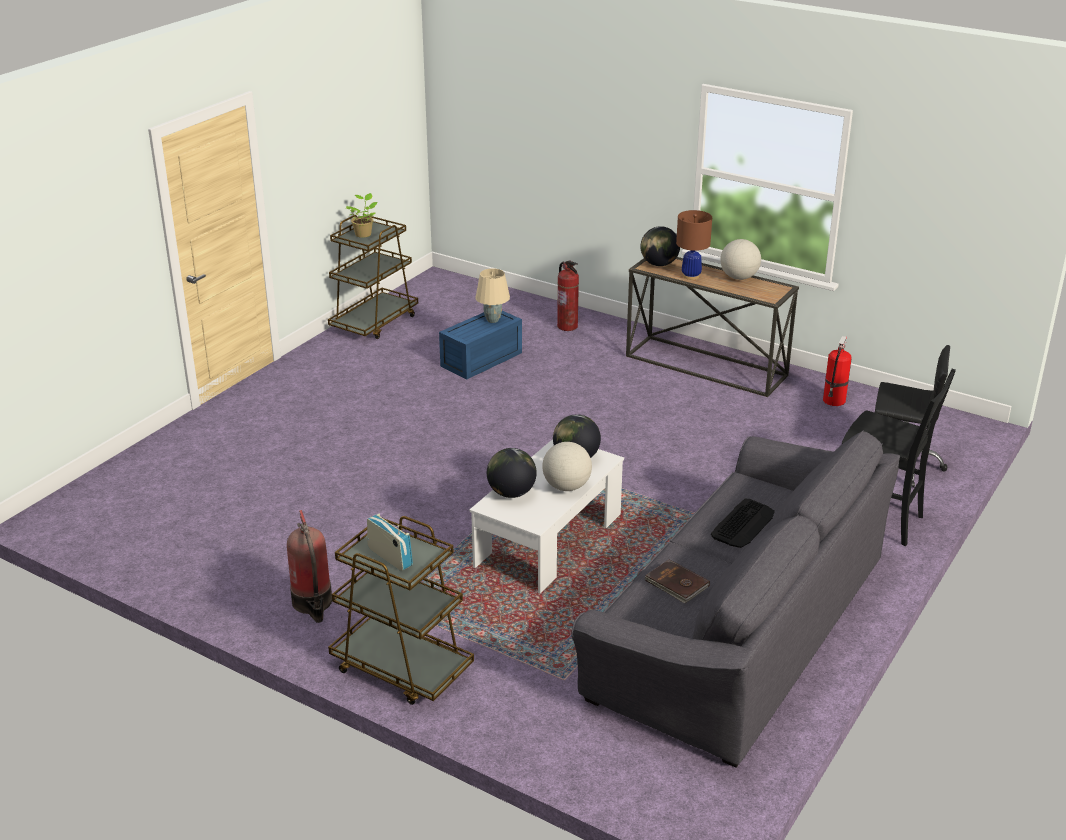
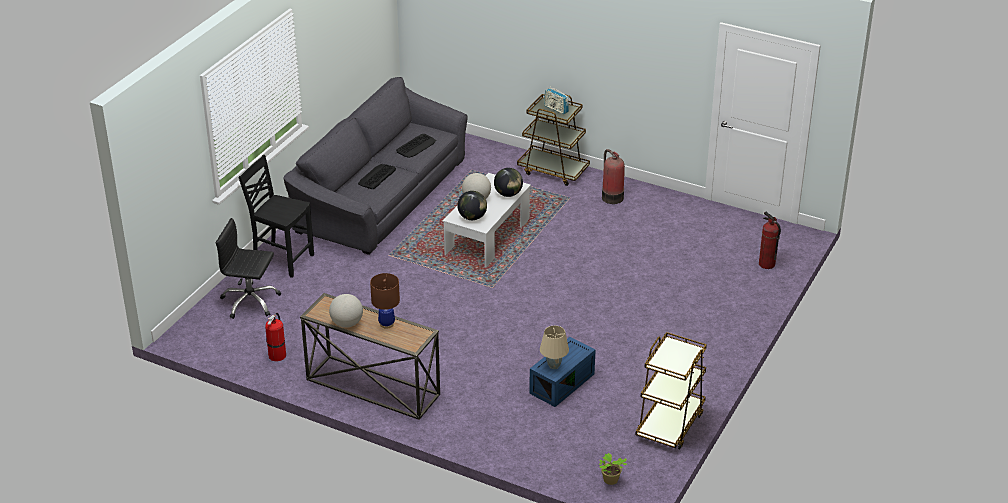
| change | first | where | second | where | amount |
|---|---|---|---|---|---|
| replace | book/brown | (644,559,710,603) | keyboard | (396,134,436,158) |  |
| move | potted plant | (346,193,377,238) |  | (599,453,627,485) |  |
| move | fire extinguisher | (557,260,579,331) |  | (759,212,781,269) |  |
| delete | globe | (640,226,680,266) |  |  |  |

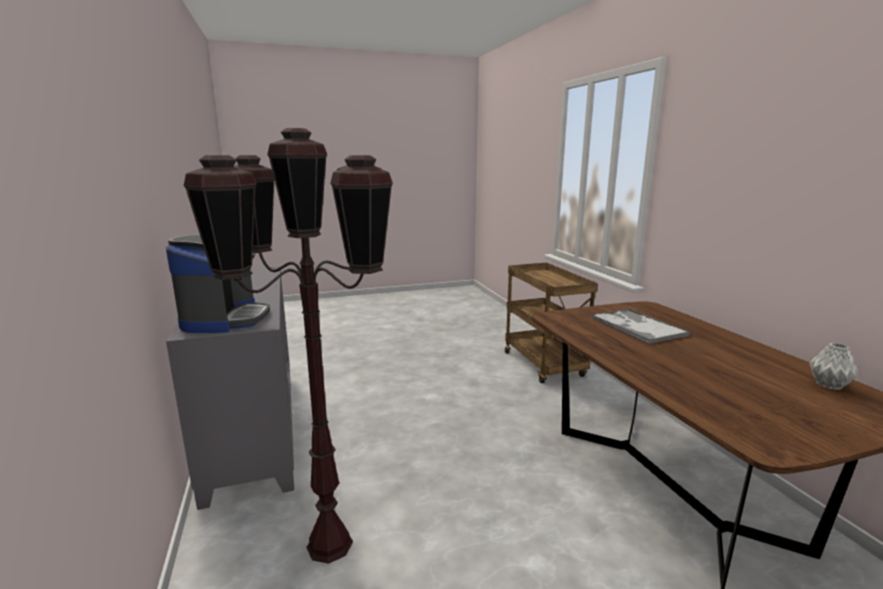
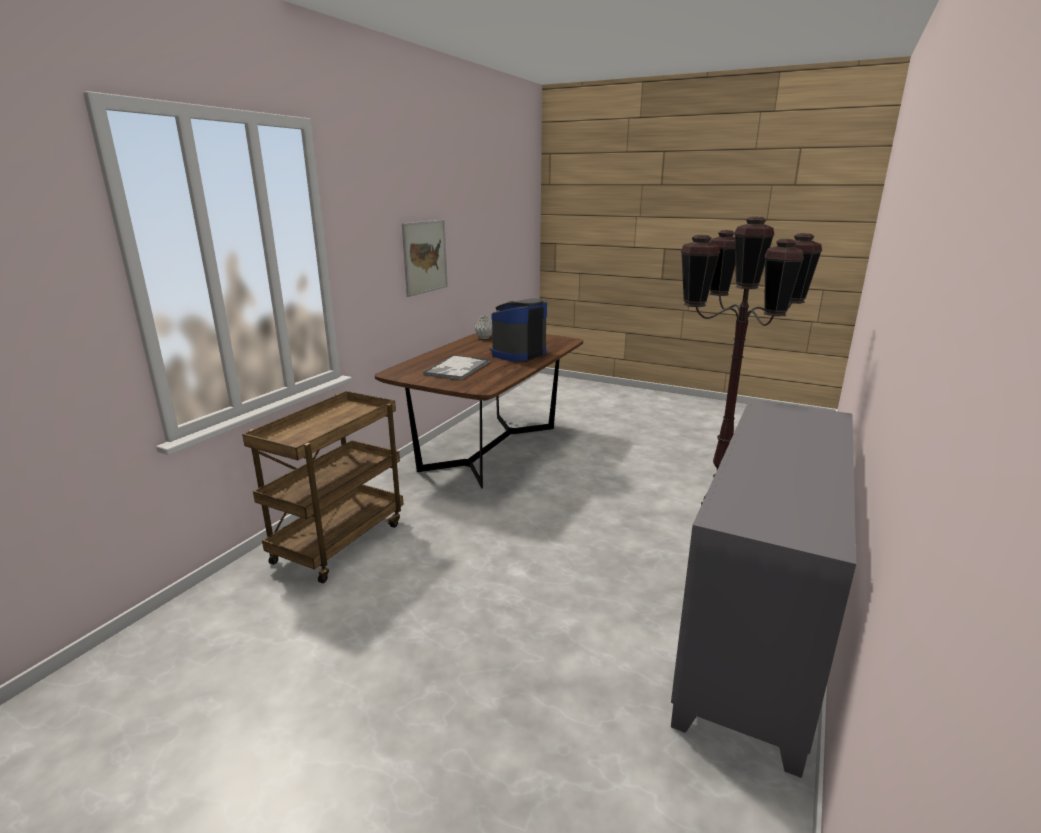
| change | first | where | second | where | amount |
|---|---|---|---|---|---|
| insert |  |  | picture | (402,220,448,297) |  |
| move | coffee machine | (166,235,270,333) |  | (490,299,547,362) |  |

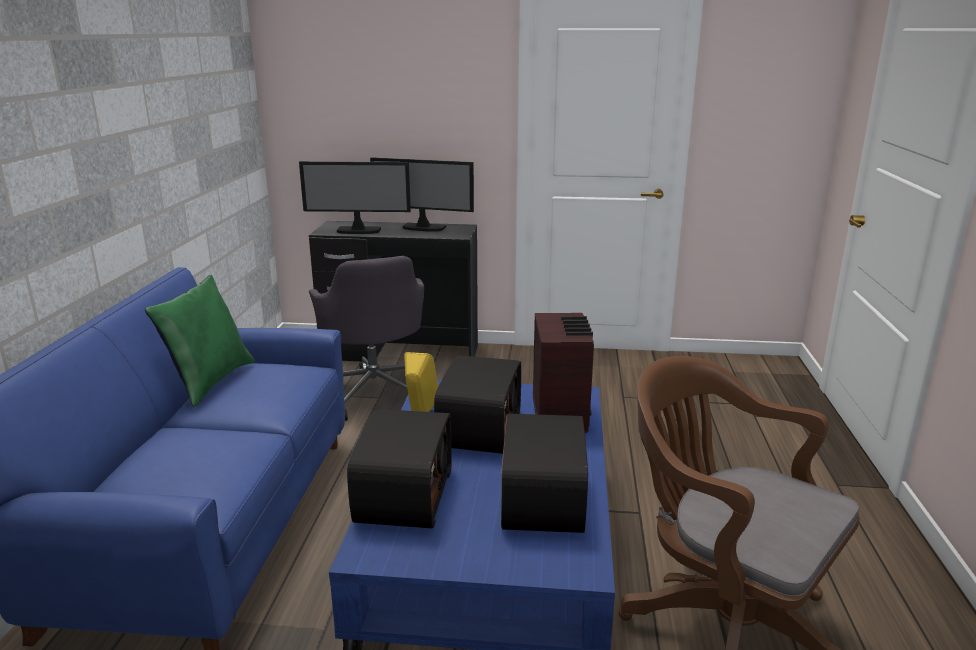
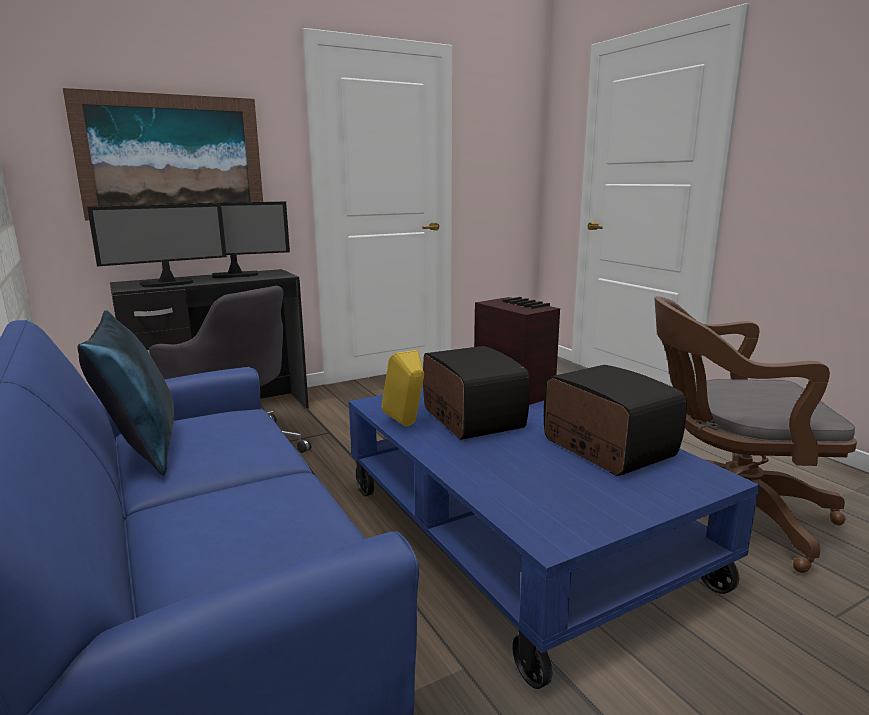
| change | first | where | second | where | amount |
|---|---|---|---|---|---|
| insert |  |  | picture | (63,88,263,220) |  |
| recolor | pillow/green | (145,275,255,407) | pillow/blue | (78,310,175,476) |  |
| delete | radio | (347,409,452,529) |  |  |  |

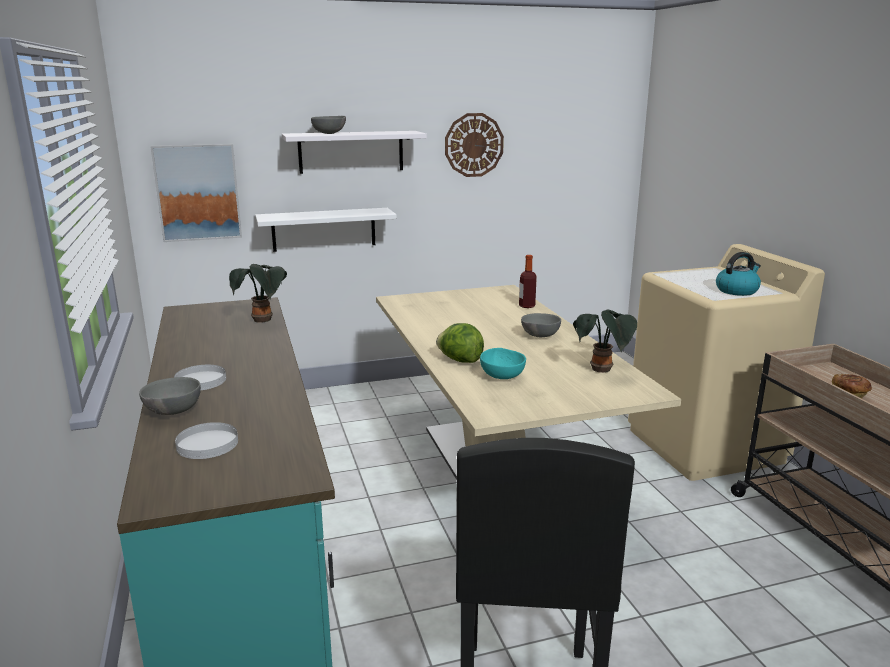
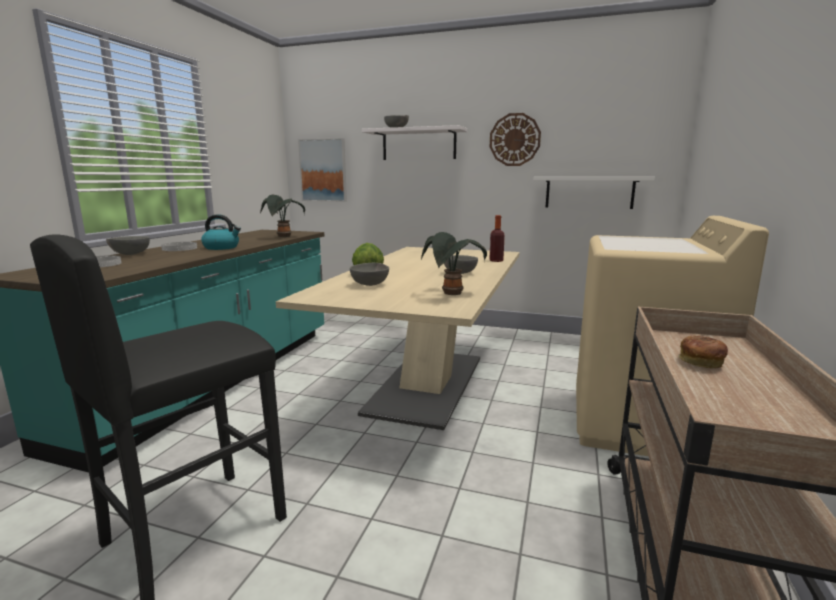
| change | first | where | second | where | amount |
|---|---|---|---|---|---|
| move | kettle | (716,252,761,296) |  | (201,214,241,250) |  |
| recolor | bowl/turquoise | (480,348,526,379) | bowl/grey | (350,263,389,286) |  |
| move | shelf/white | (255,208,397,252) |  | (533,177,655,209) |  |

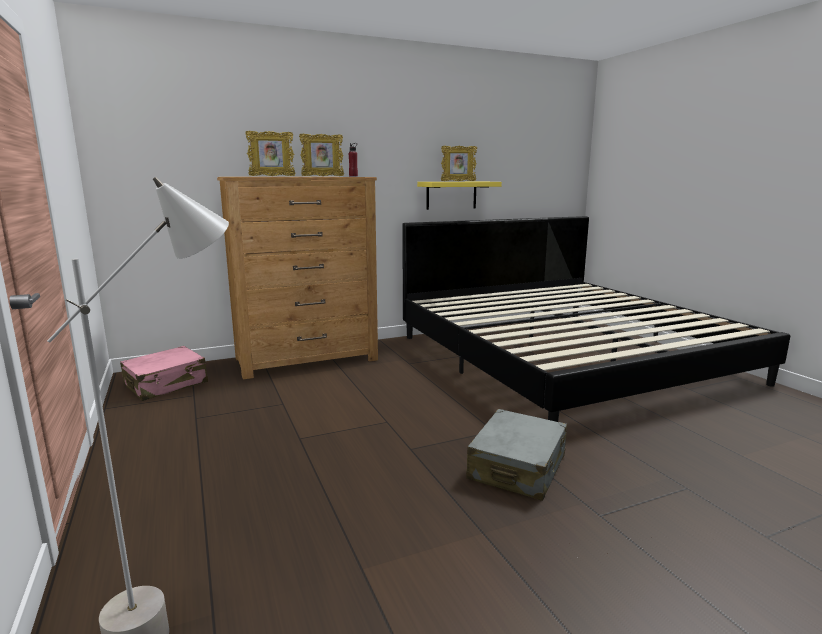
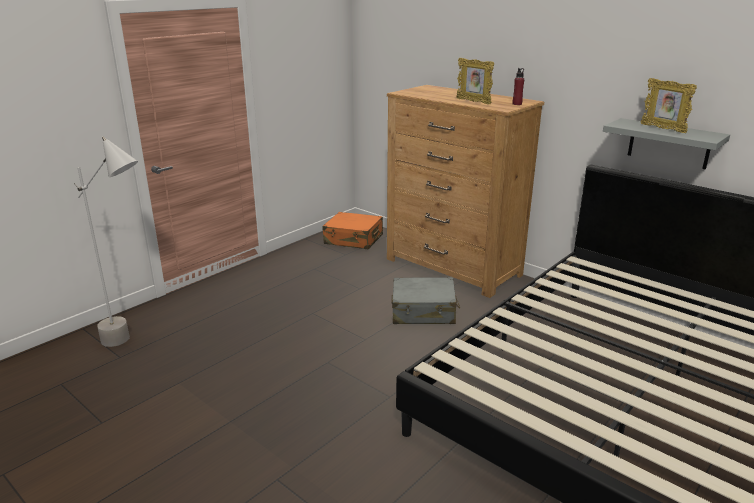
| change | first | where | second | where | amount |
|---|---|---|---|---|---|
| recolor | suitcase/pink | (120,346,208,401) | suitcase/orange | (322,212,383,249) |  |
| move | suitcase/grey | (466,409,567,501) |  | (391,277,460,324) |  |
| recolor | shelf/yellow | (417,182,502,210) | shelf/grey | (603,118,730,170) |  |
| delete | picture frame | (245,131,295,176) |  |  |  |

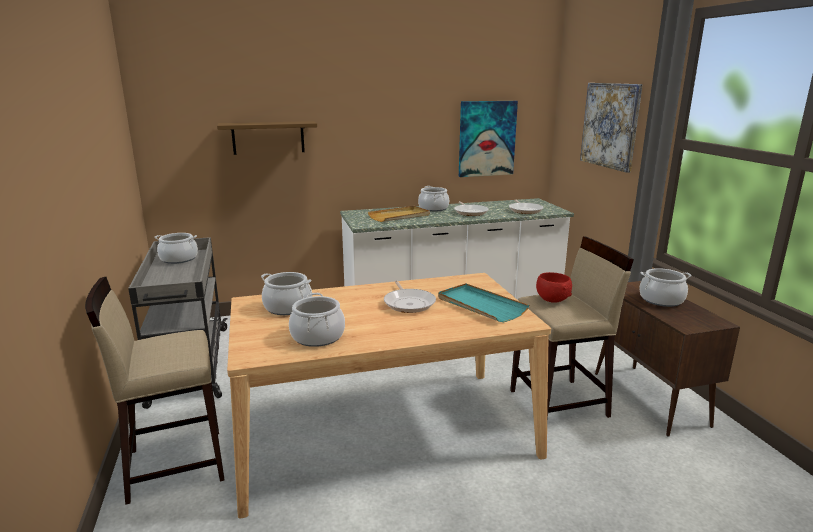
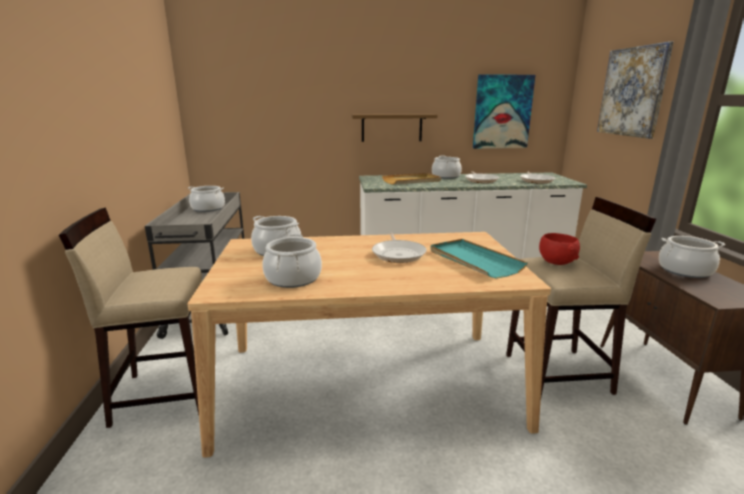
| change | first | where | second | where | amount |
|---|---|---|---|---|---|
| move | shelf | (217,121,317,155) |  | (351,114,438,142) |  |

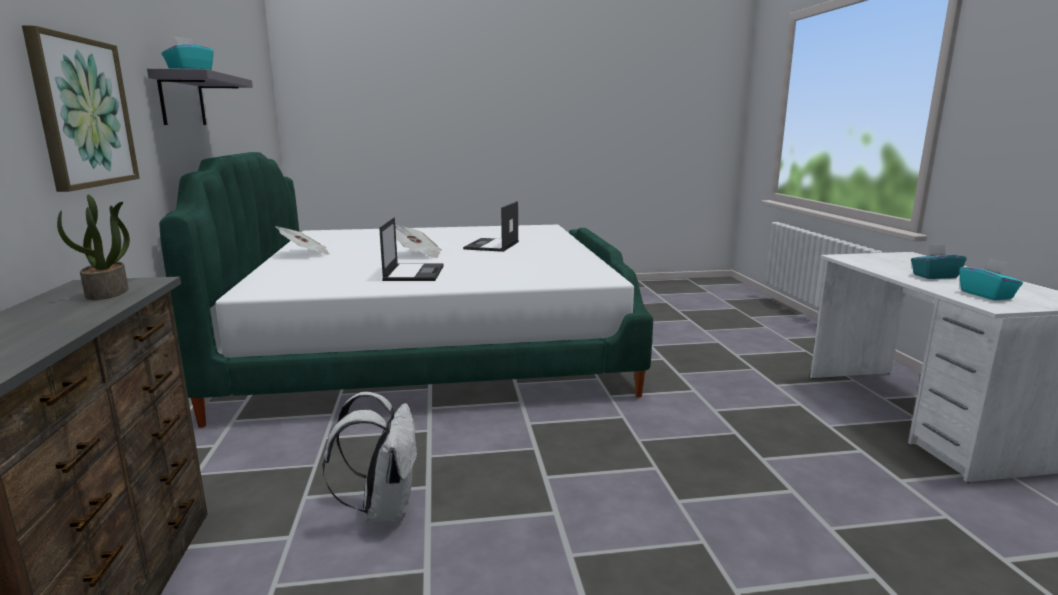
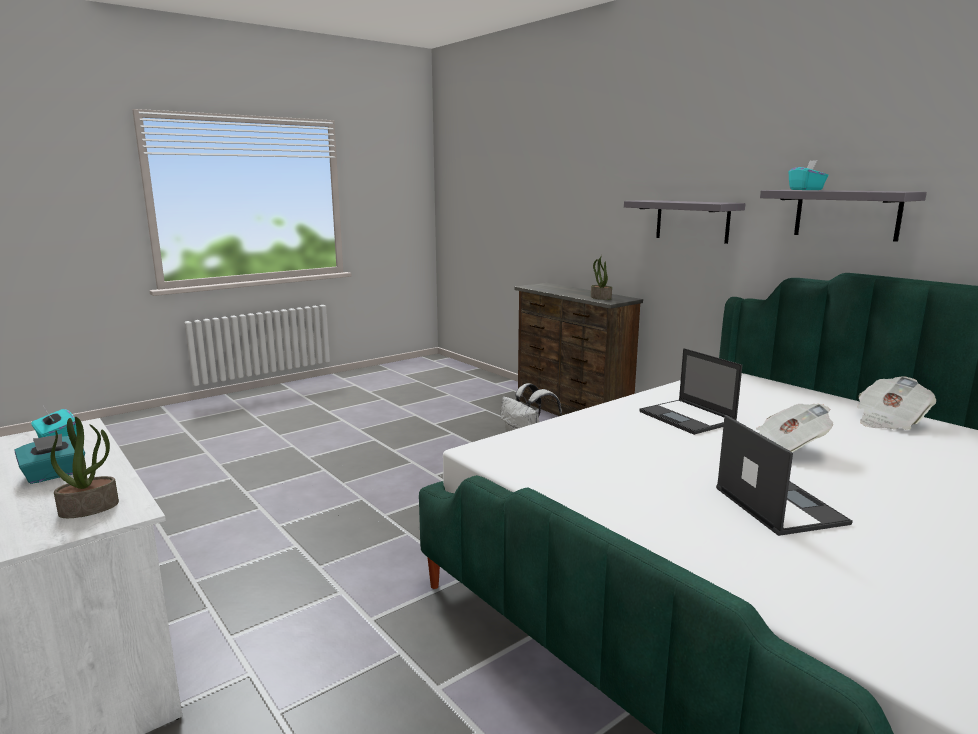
| change | first | where | second | where | amount |
|---|---|---|---|---|---|
| insert |  |  | potted plant | (51,417,119,518) |  |
| replace | picture | (22,25,140,192) | shelf/grey | (624,200,745,244) |  |

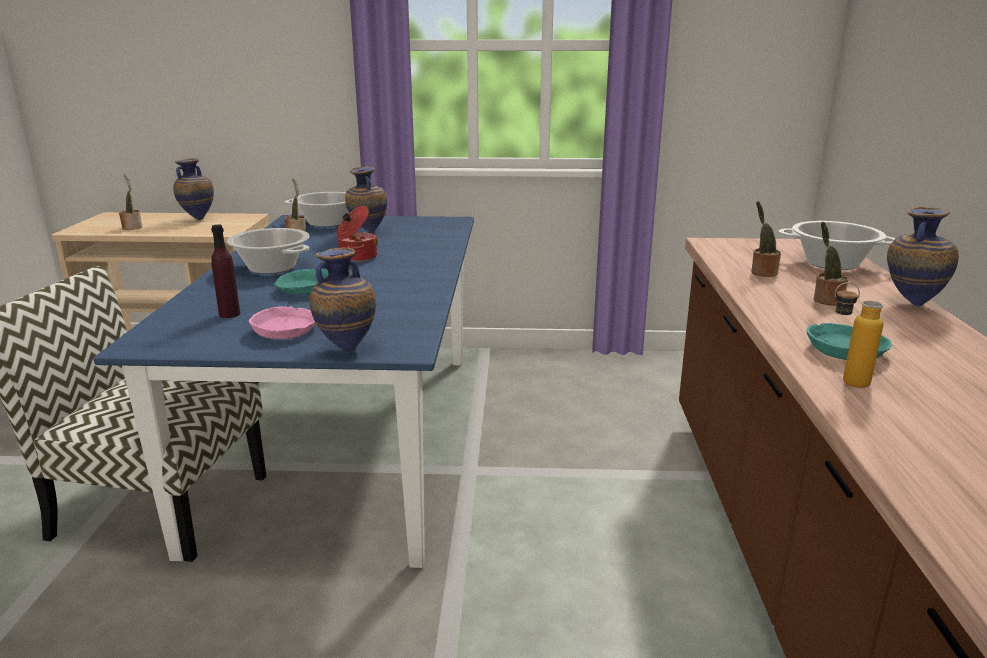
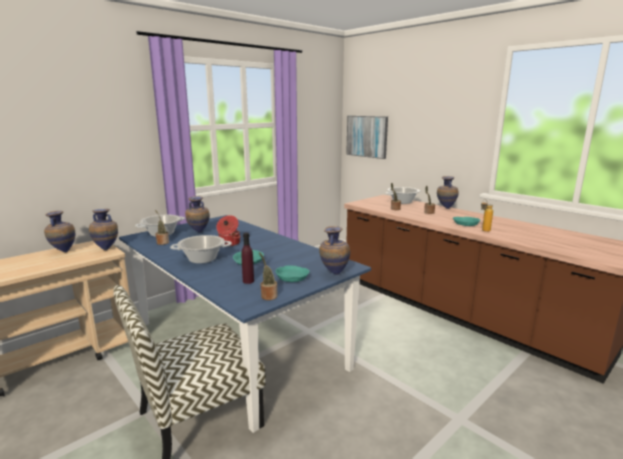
| change | first | where | second | where | amount |
|---|---|---|---|---|---|
| insert |  |  | vase | (89,209,118,250) |  |
| move | potted plant | (119,174,142,230) |  | (259,252,278,300) |  |
| recolor | bowl/pink | (249,307,316,339) | bowl/turquoise | (275,266,310,282) |  |
| insert |  |  | picture | (346,116,388,159) |  |

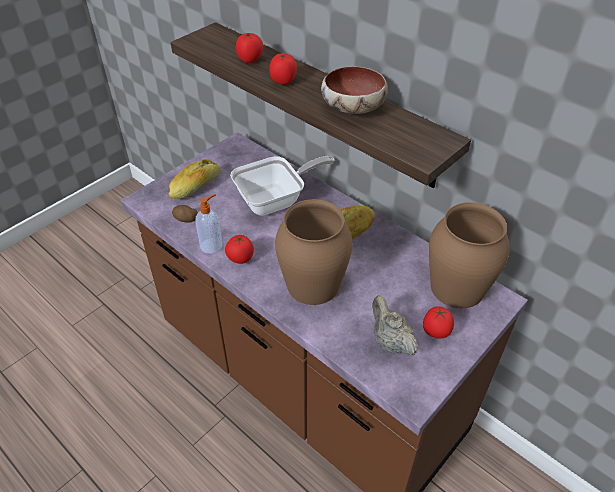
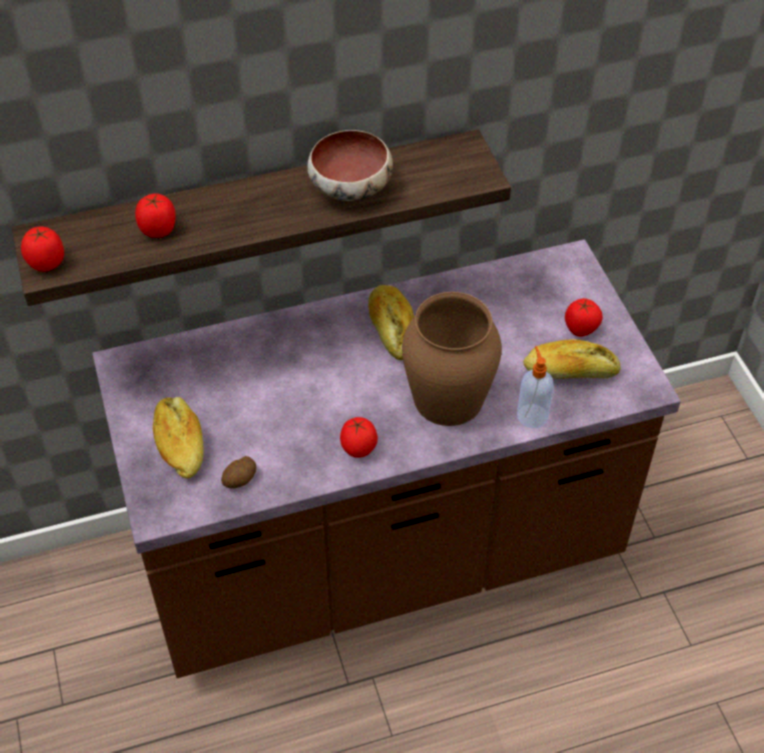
| change | first | where | second | where | amount |
|---|---|---|---|---|---|
| move | tomato | (269,53,297,85) |  | (21,226,64,272) |  |
| move | soap dispenser | (195,194,222,254) |  | (517,346,554,428) |  |
| replace | teapot/beige | (372,295,418,356) | bread | (523,339,620,379) |  |
| delete | frying pan | (230,156,335,216) |  |  |  |
| delete | vase/brown | (429,202,510,308) |  |  |  |

